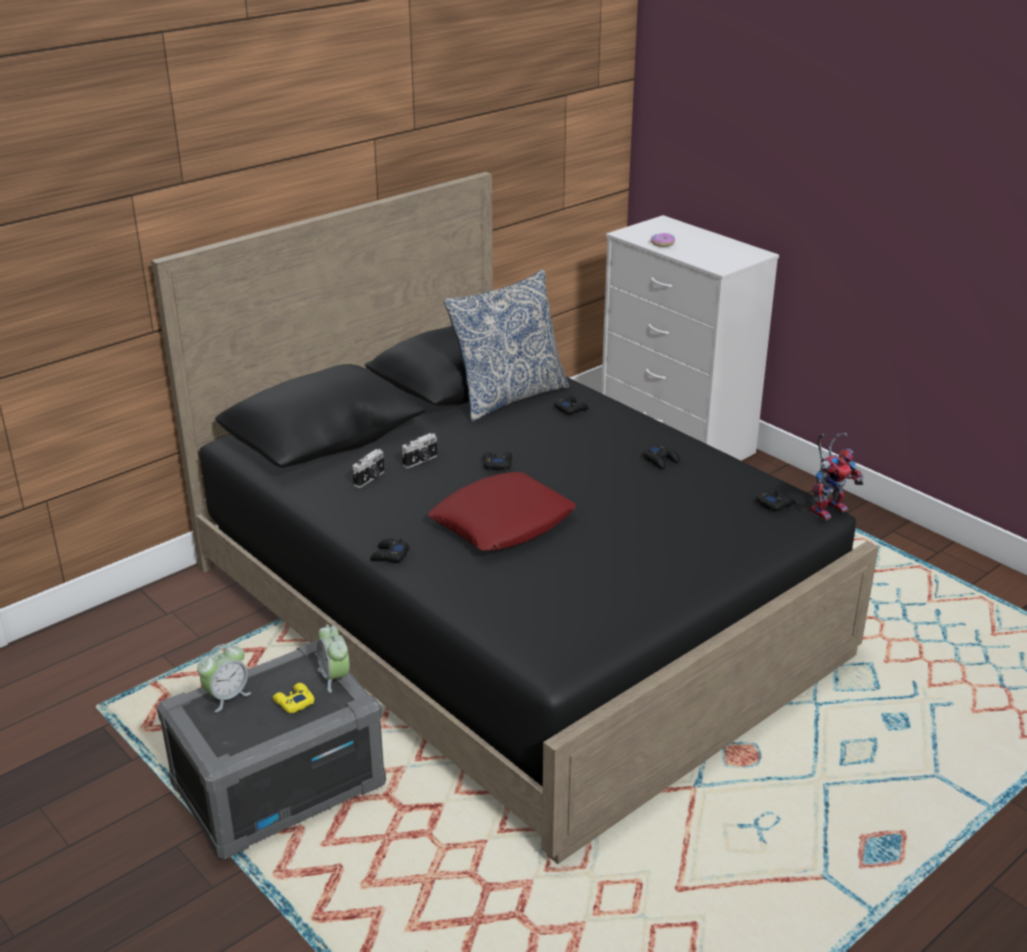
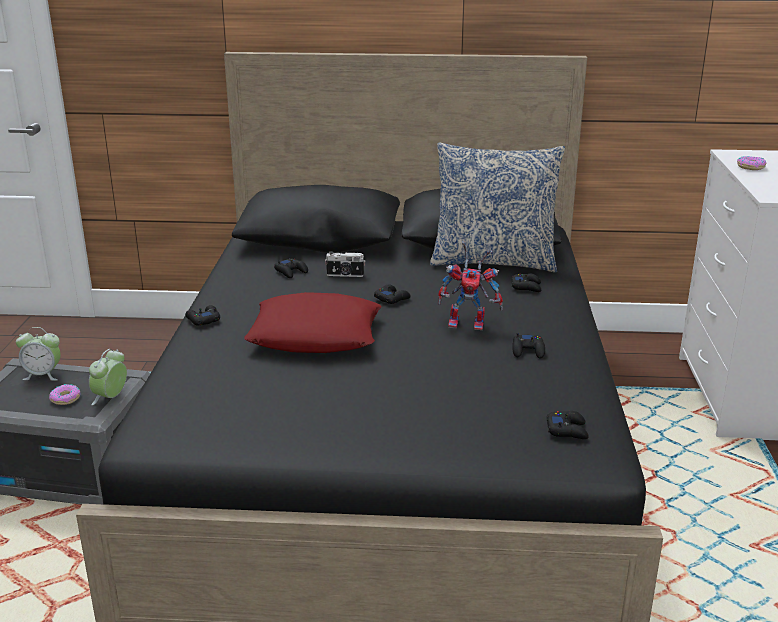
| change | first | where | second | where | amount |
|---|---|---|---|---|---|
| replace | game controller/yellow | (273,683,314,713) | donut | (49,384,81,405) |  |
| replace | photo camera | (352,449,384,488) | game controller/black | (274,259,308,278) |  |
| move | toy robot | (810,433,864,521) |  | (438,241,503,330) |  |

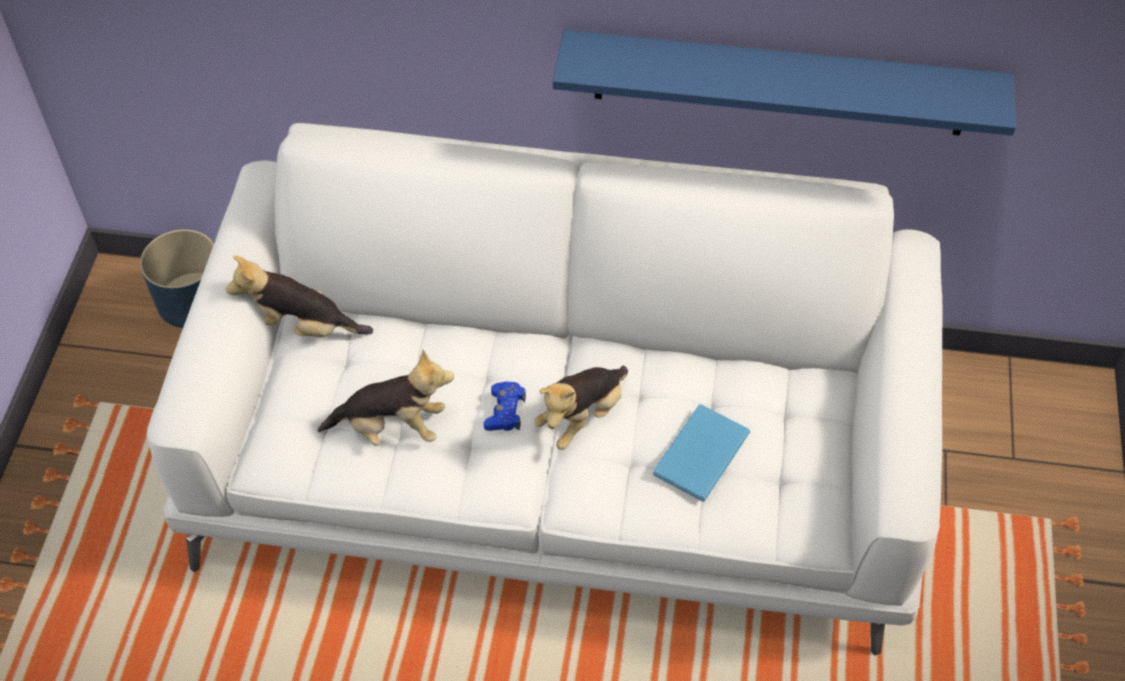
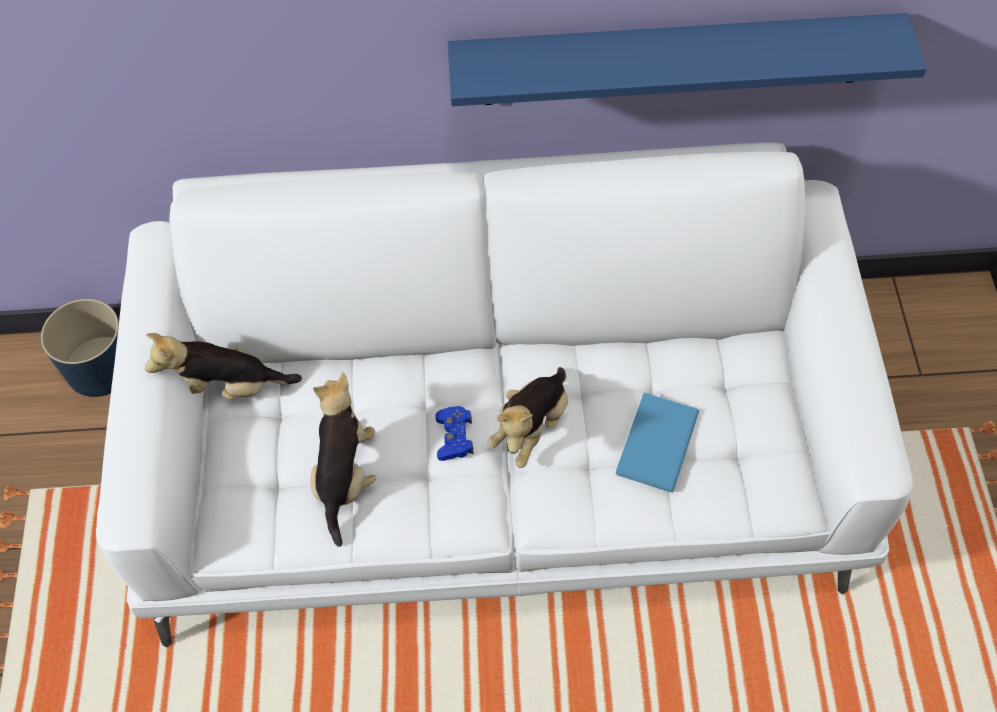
| change | first | where | second | where | amount |
|---|---|---|---|---|---|
| rotate | plush toy | (318,349,454,446) |  | (311,373,376,547) | 75 degrees counterclockwise |

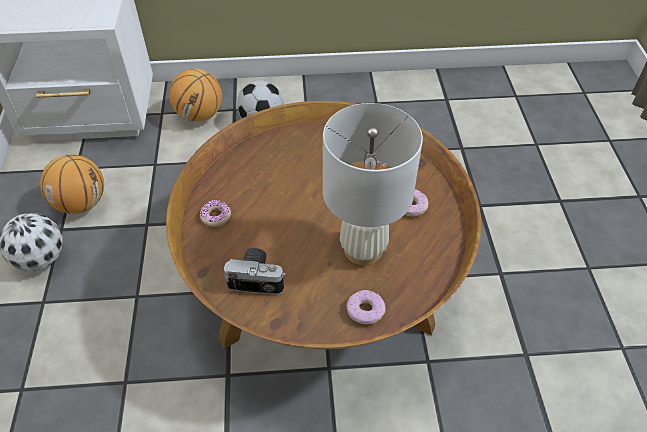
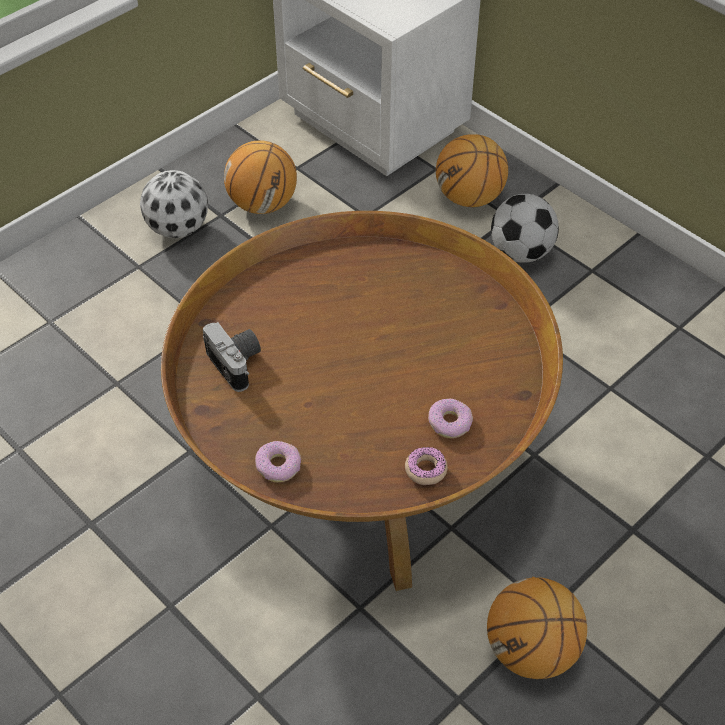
| change | first | where | second | where | amount |
|---|---|---|---|---|---|
| move | donut | (200,200,231,227) |  | (405,447,448,485) |  |
| insert |  |  | basketball | (487,577,587,679) |  |
| delete | table lamp/white | (323,103,423,265) |  |  |  |

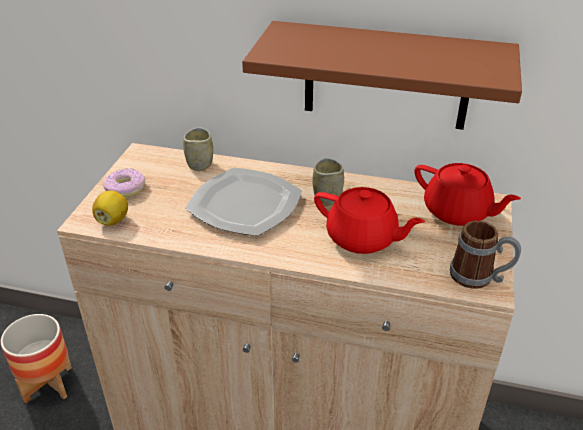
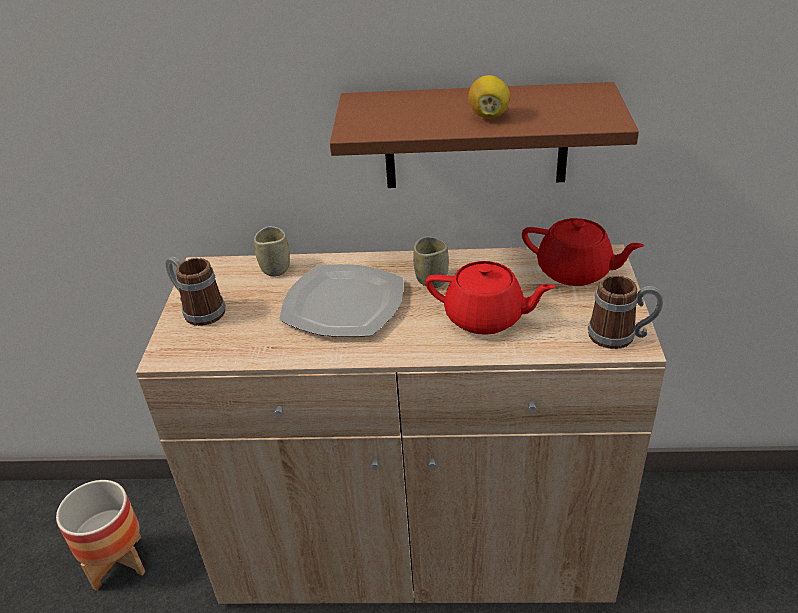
| change | first | where | second | where | amount |
|---|---|---|---|---|---|
| replace | donut | (103,168,145,198) | mug | (165,257,226,326) |  |
| move | lemon | (92,191,128,226) |  | (468,75,510,118) |  |

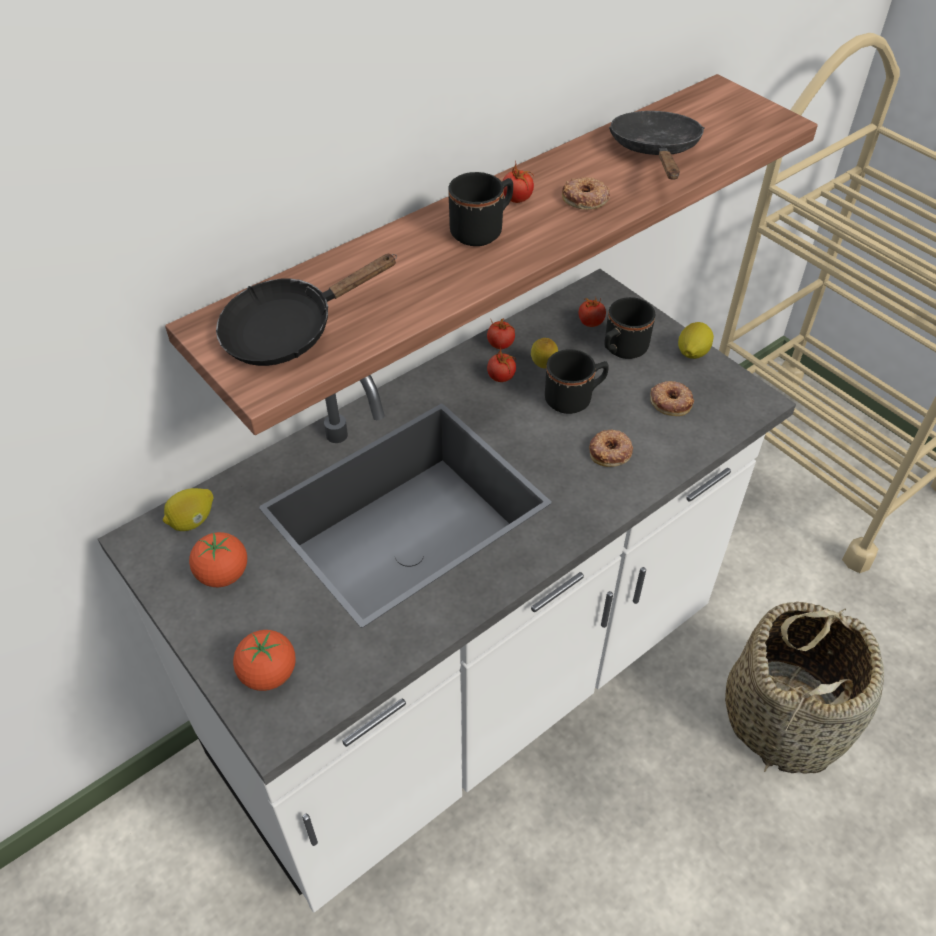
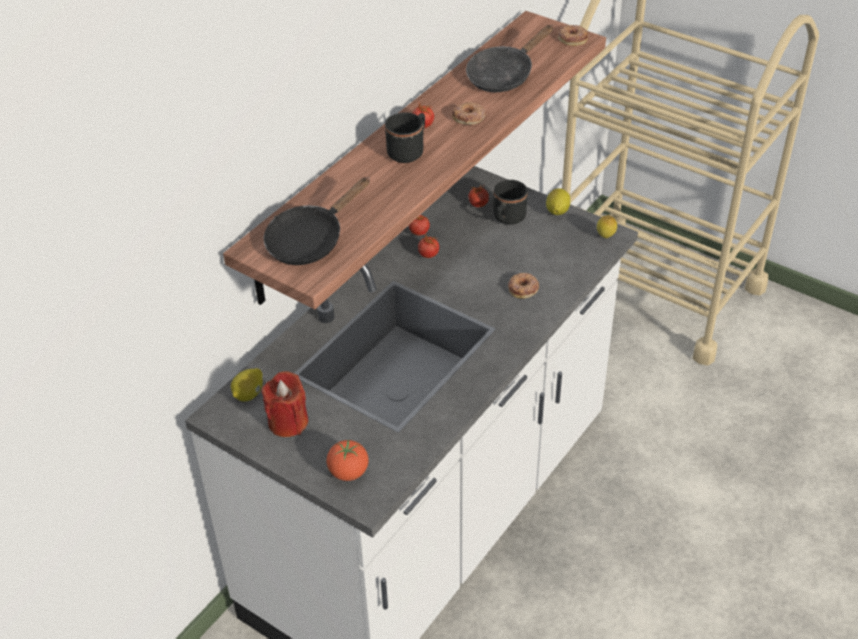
| change | first | where | second | where | amount |
|---|---|---|---|---|---|
| replace | tomato | (189,532,247,587) | candle/red | (262,371,308,437) |  |
| rotate | frying pan/black | (609,111,705,180) |  | (466,25,554,92) | 120 degrees counterclockwise |
| move | donut | (650,381,694,416) |  | (557,25,588,46) |  |
| move | lemon | (531,338,558,368) |  | (597,215,617,238) |  |
| delete | mug/black | (545,349,608,414) |  |  |  |
| delete | basket | (725,601,884,774) |  |  |  |

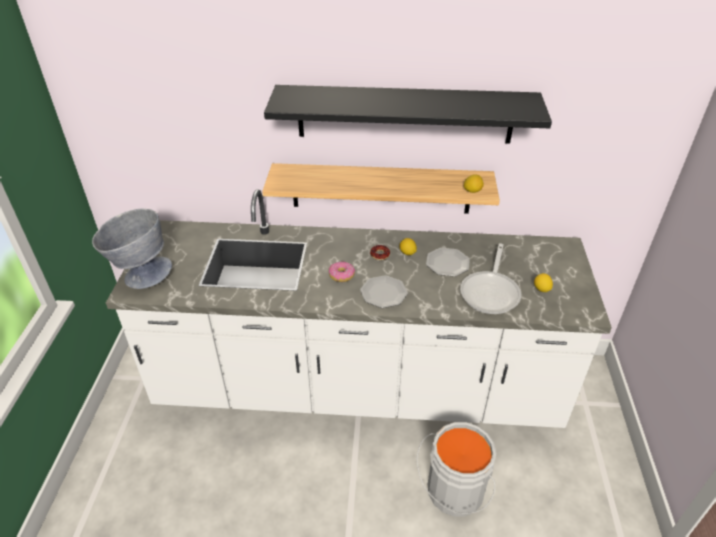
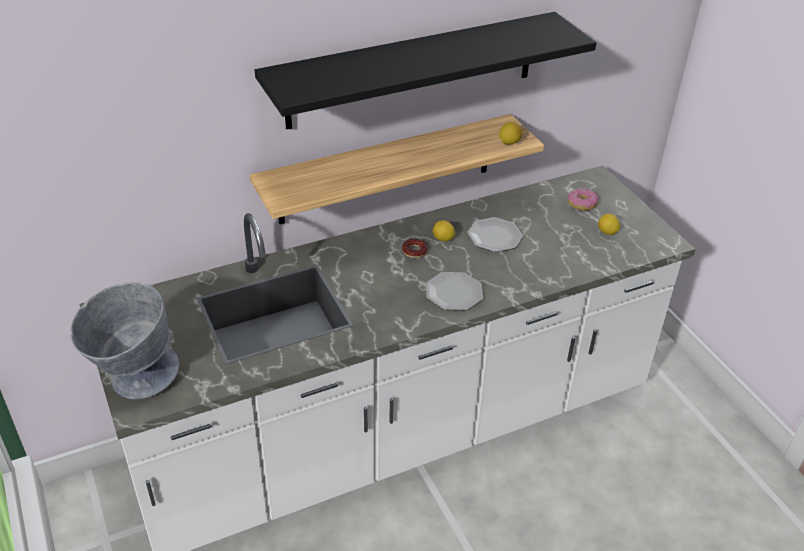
| change | first | where | second | where | amount |
|---|---|---|---|---|---|
| move | donut | (329,261,355,282) |  | (567,188,599,211) |  |
| delete | bucket/grey | (416,422,496,517) |  |  |  |
| delete | frying pan | (460,243,521,314) |  |  |  |

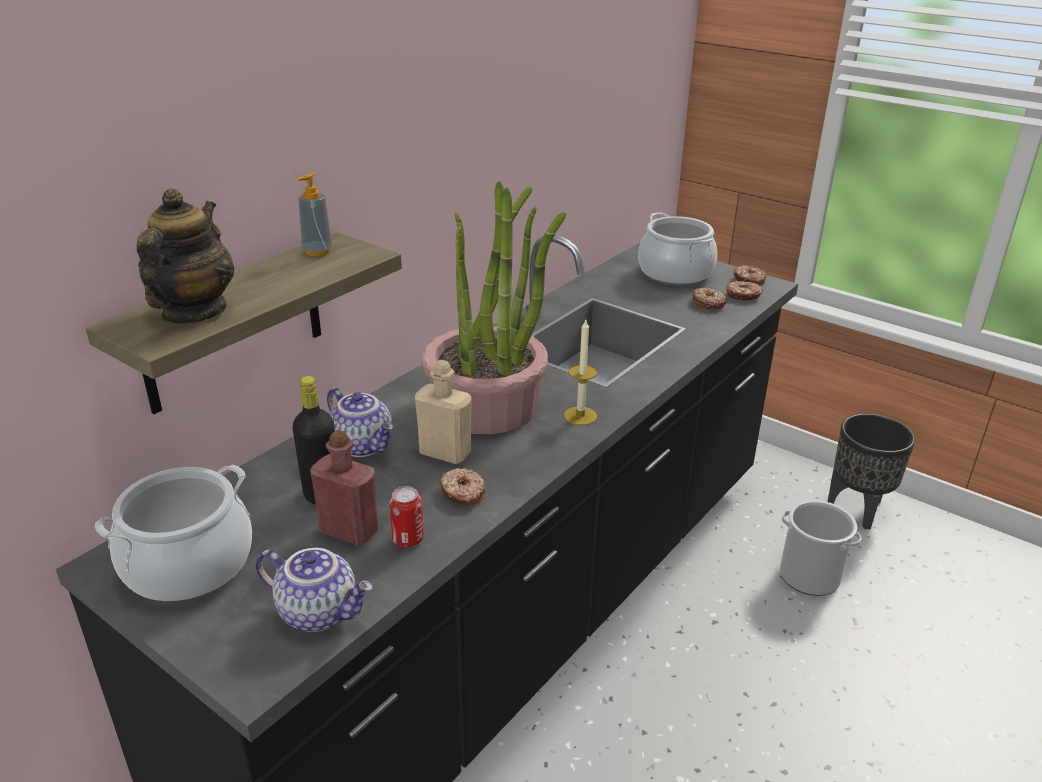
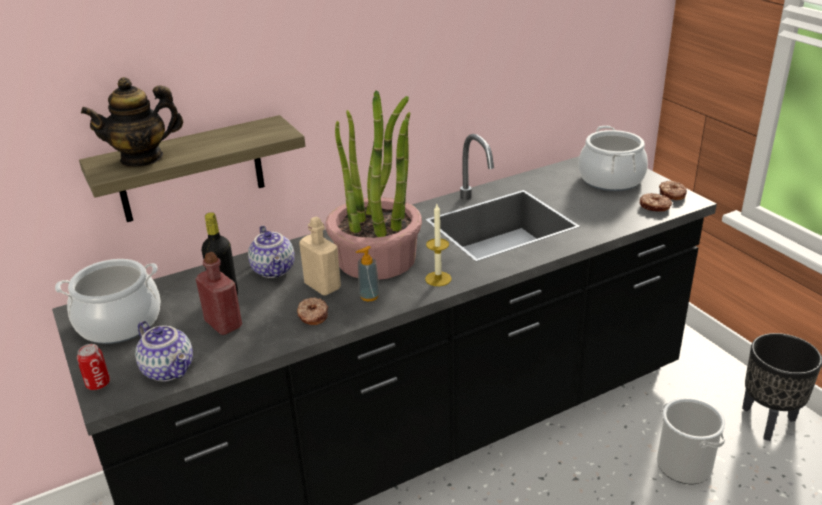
| change | first | where | second | where | amount |
|---|---|---|---|---|---|
| move | can | (390,486,424,547) |  | (77,344,110,390) |  |
| rotate | teapot | (137,188,234,324) |  | (81,77,183,167) | 150 degrees counterclockwise |
| move | soap dispenser | (297,172,333,256) |  | (356,246,380,301) |  |
| delete | donut | (693,287,727,310) |  |  |  |

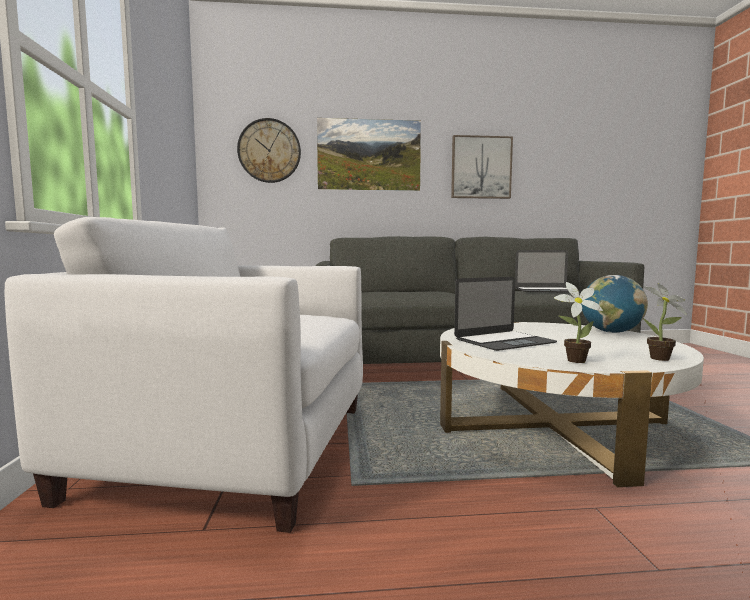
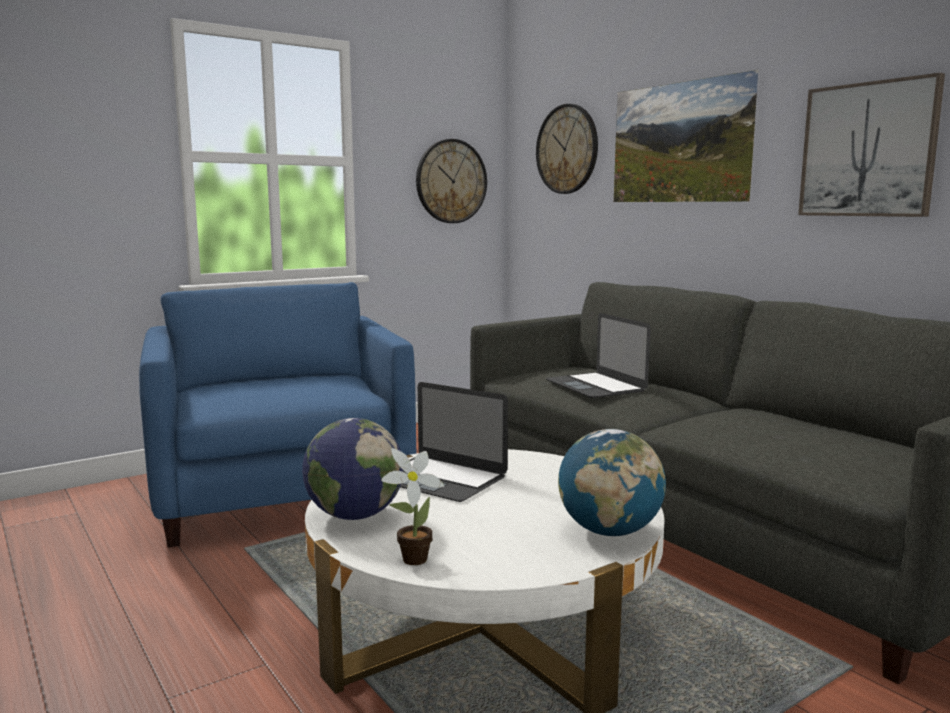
| change | first | where | second | where | amount |
|---|---|---|---|---|---|
| recolor | armchair/white | (4,217,363,533) | armchair/blue | (139,282,416,548) |  |
| replace | potted plant | (554,282,603,363) | globe | (302,418,404,520) |  |
| insert |  |  | wall clock | (416,139,487,223) |  |
| move | laptop | (515,250,580,293) |  | (546,313,651,398) |  |

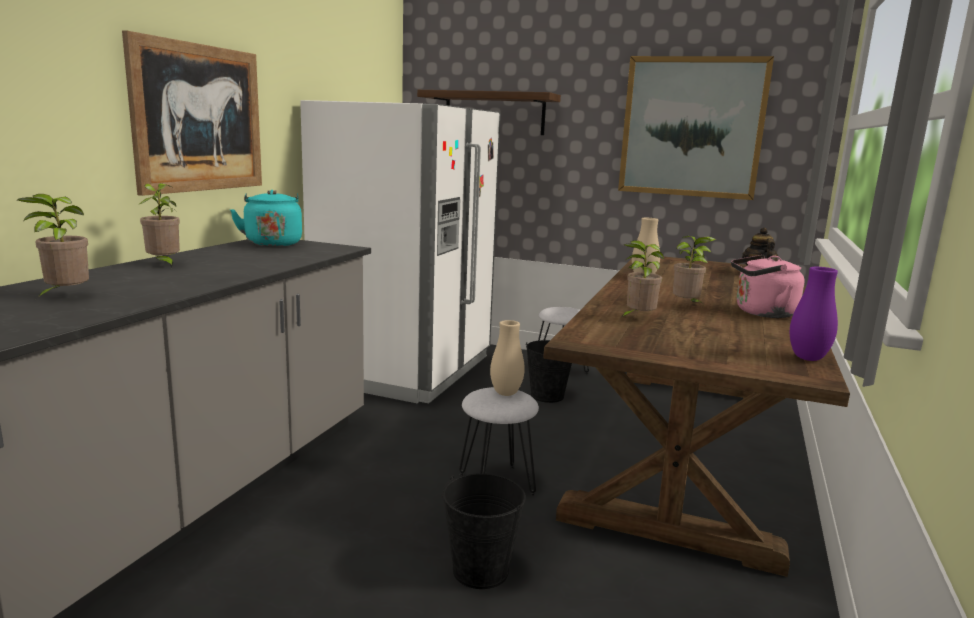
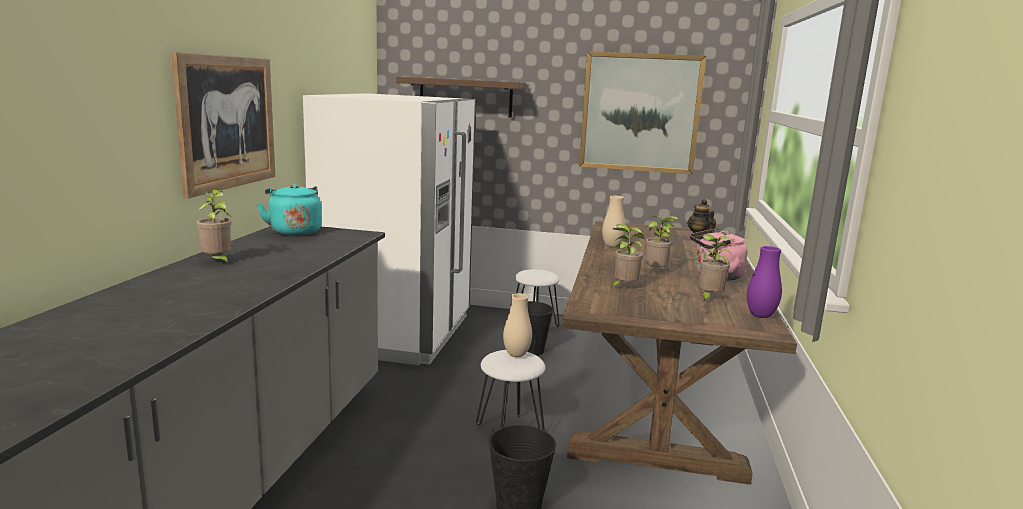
| change | first | where | second | where | amount |
|---|---|---|---|---|---|
| move | potted plant | (17,194,89,299) |  | (699,234,733,302) |  |

